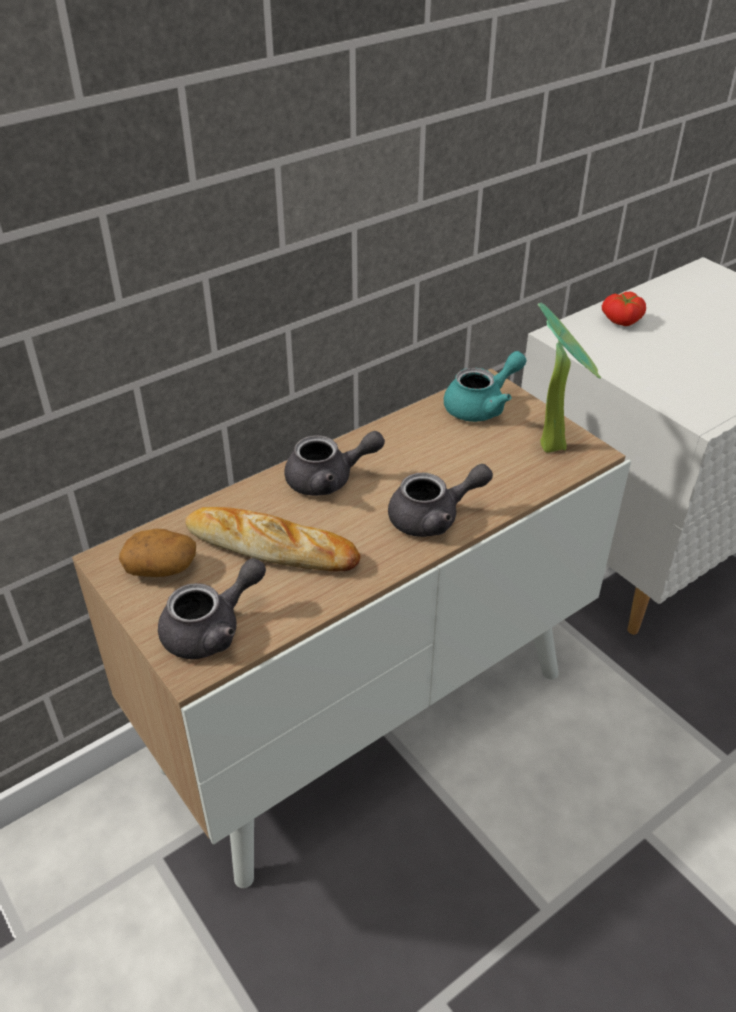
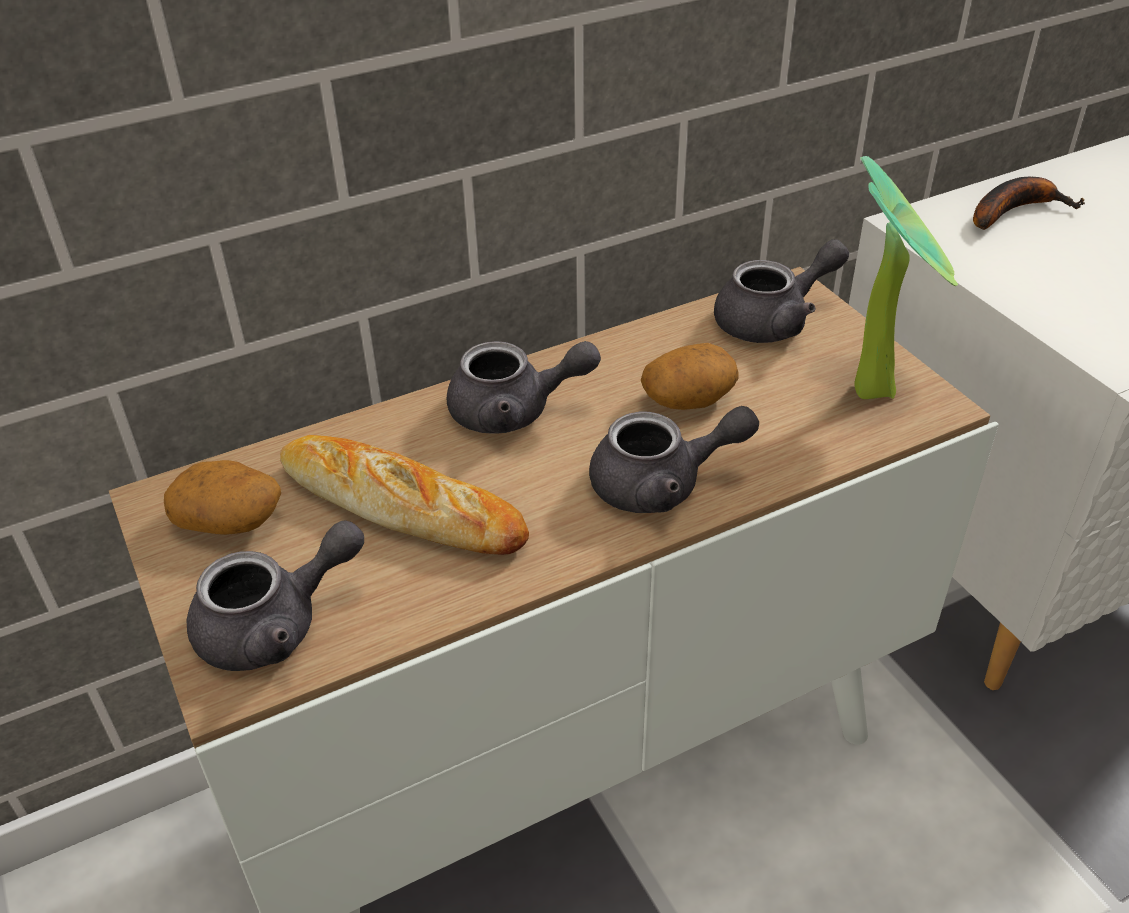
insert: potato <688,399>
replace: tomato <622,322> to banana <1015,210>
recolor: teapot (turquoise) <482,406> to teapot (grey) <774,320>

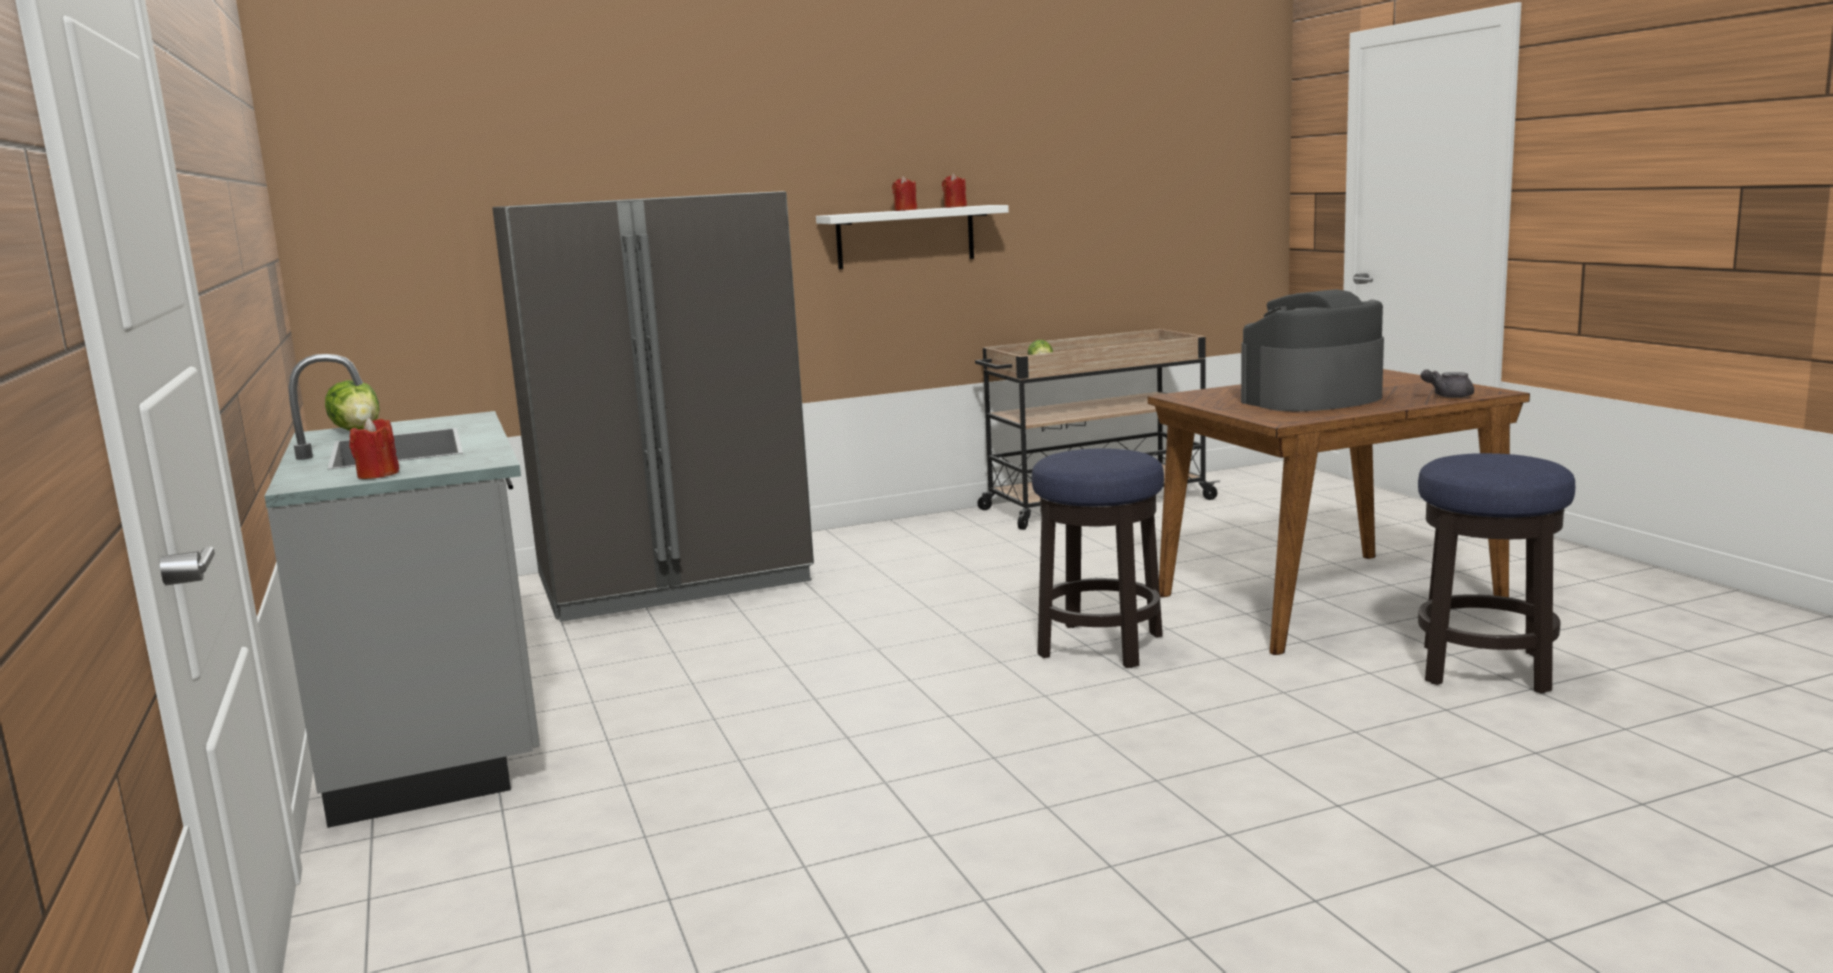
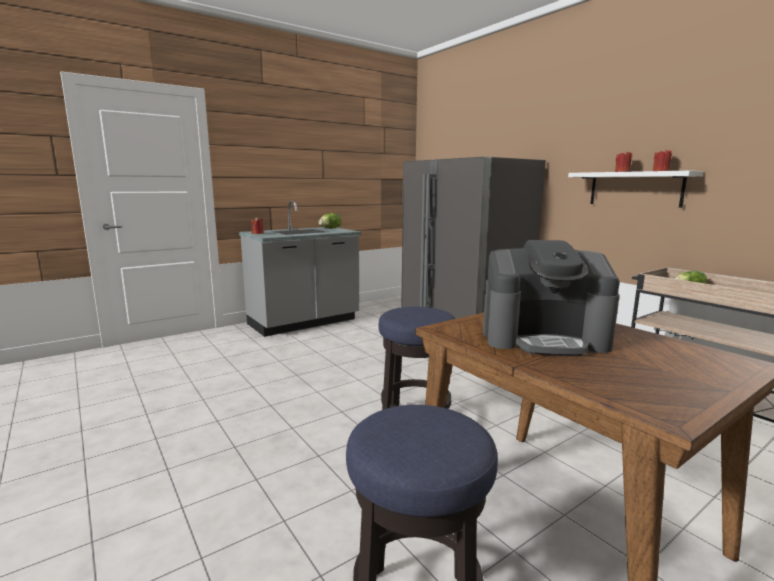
delete: teapot (grey) <1447,396>
rotate: coffee machine <1311,399> = <543,338> 135 degrees clockwise

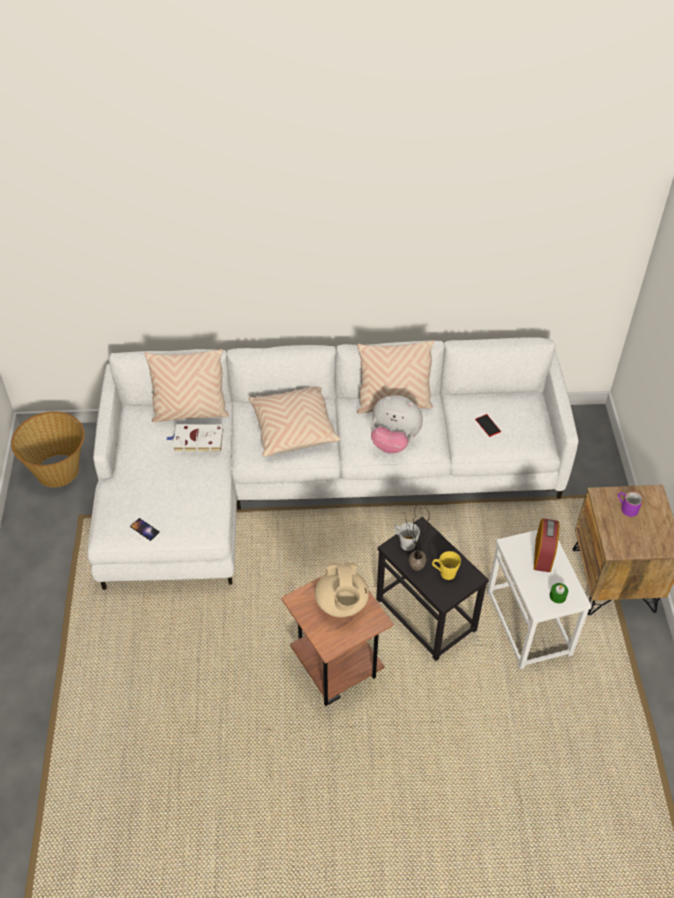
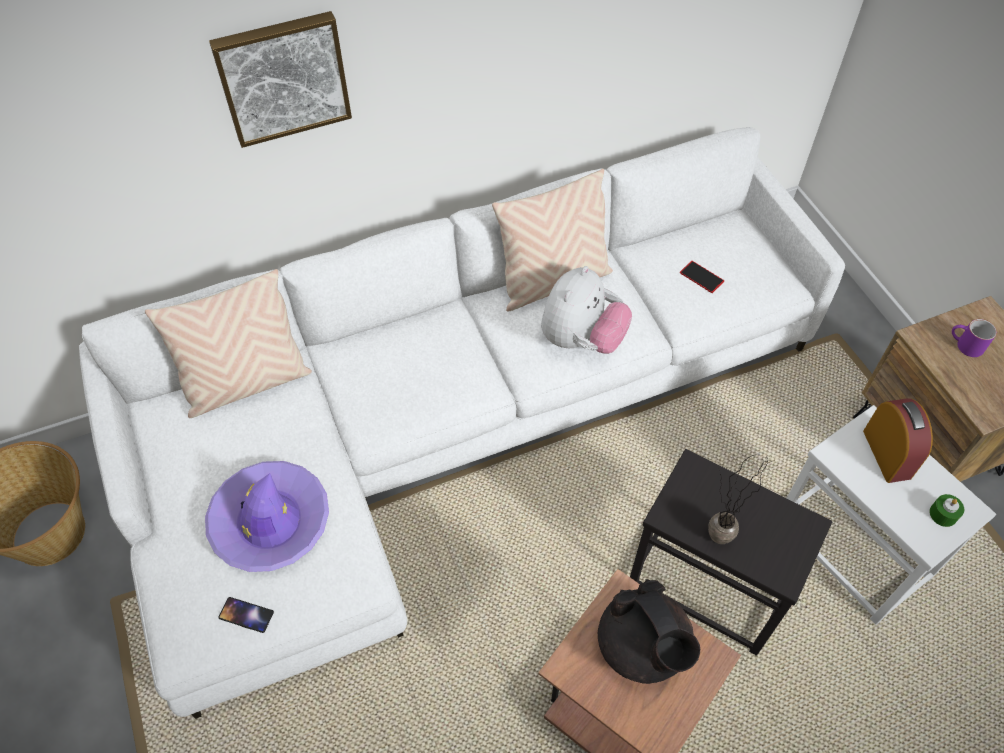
delete: book (white) <197,440>; pillow (beige) <293,429>; mug (grey) <405,543>; mug (yellow) <444,573>
insert: hat (purple) <270,522>; picture <282,77>
recolor: teapot (beige) <342,603> to teapot (black) <643,647>
rotate: plush toy <394,441> = <581,339> 60 degrees counterclockwise

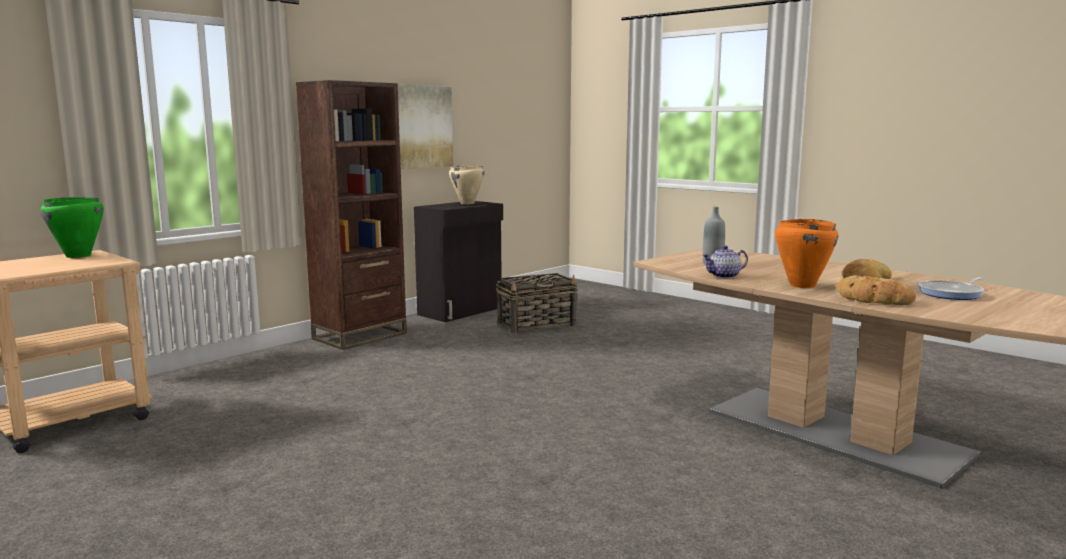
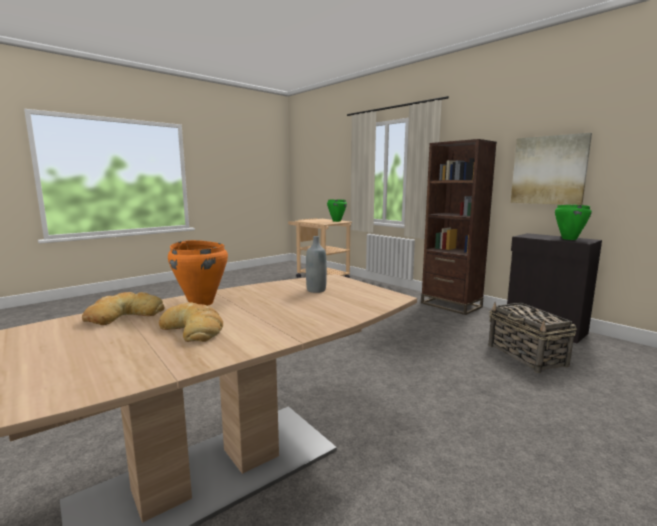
delete: teapot <724,276>; frying pan <952,293>
recolor: cooking pot (beige) <467,203> to cooking pot (green) <569,239>

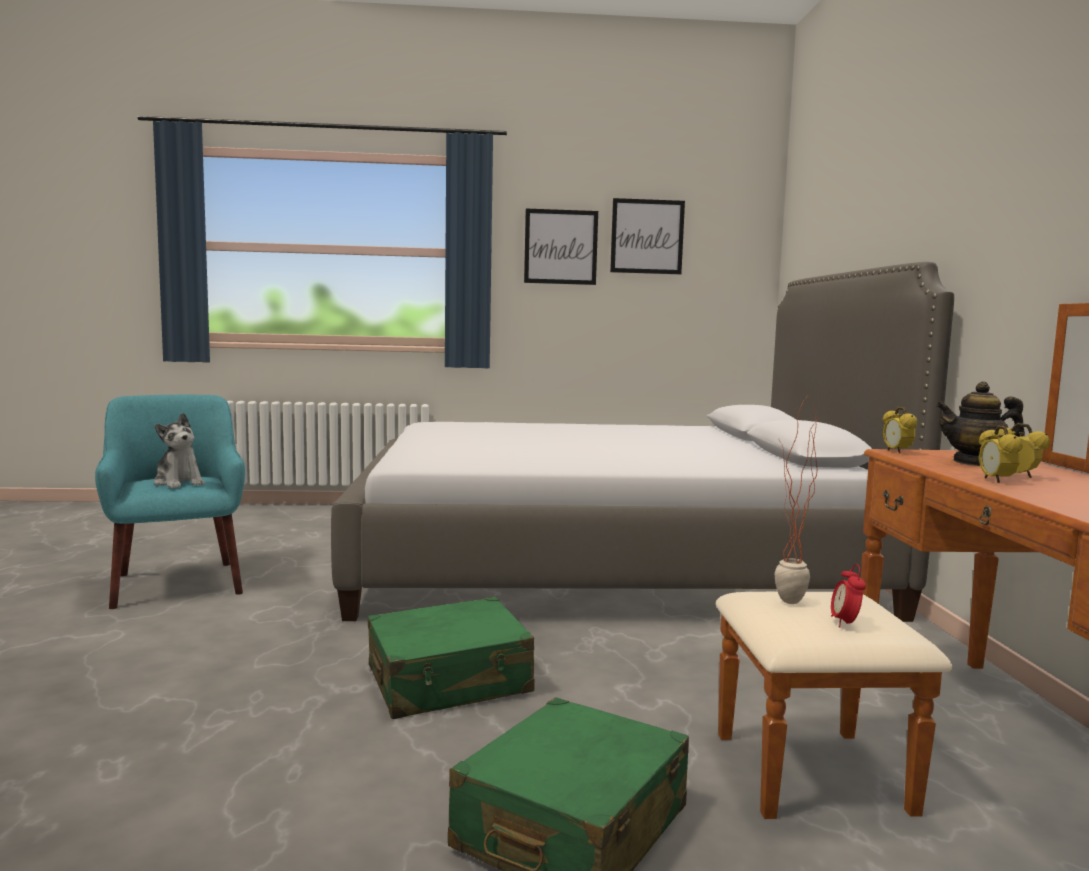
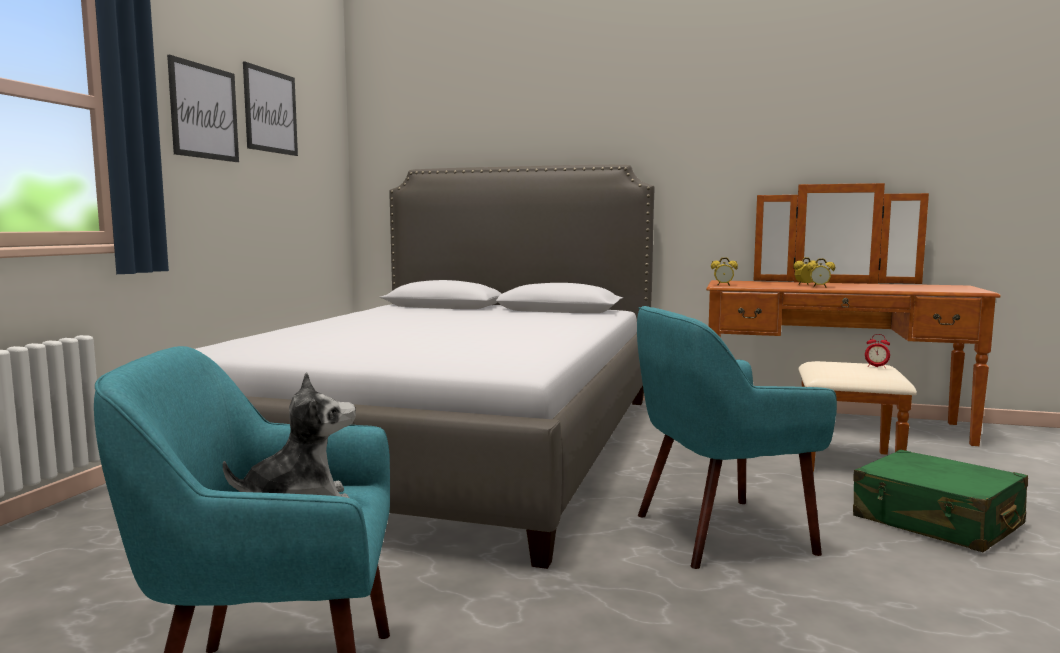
delete: potted plant <787,605>; teapot <975,463>
replace: suitcase (green) <449,681> to armchair (turquoise) <720,532>

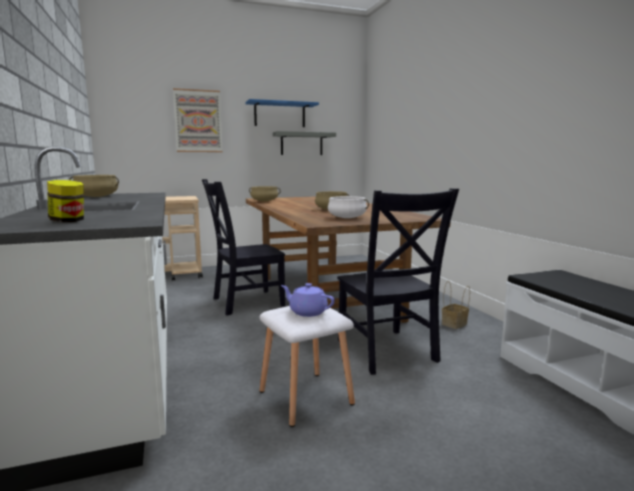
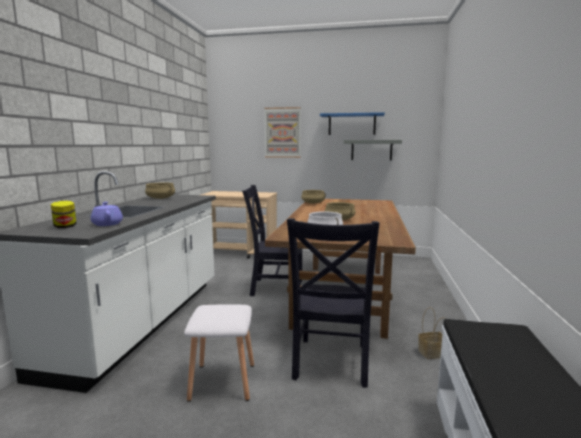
move: teapot (purple) <307,312> to <107,224>

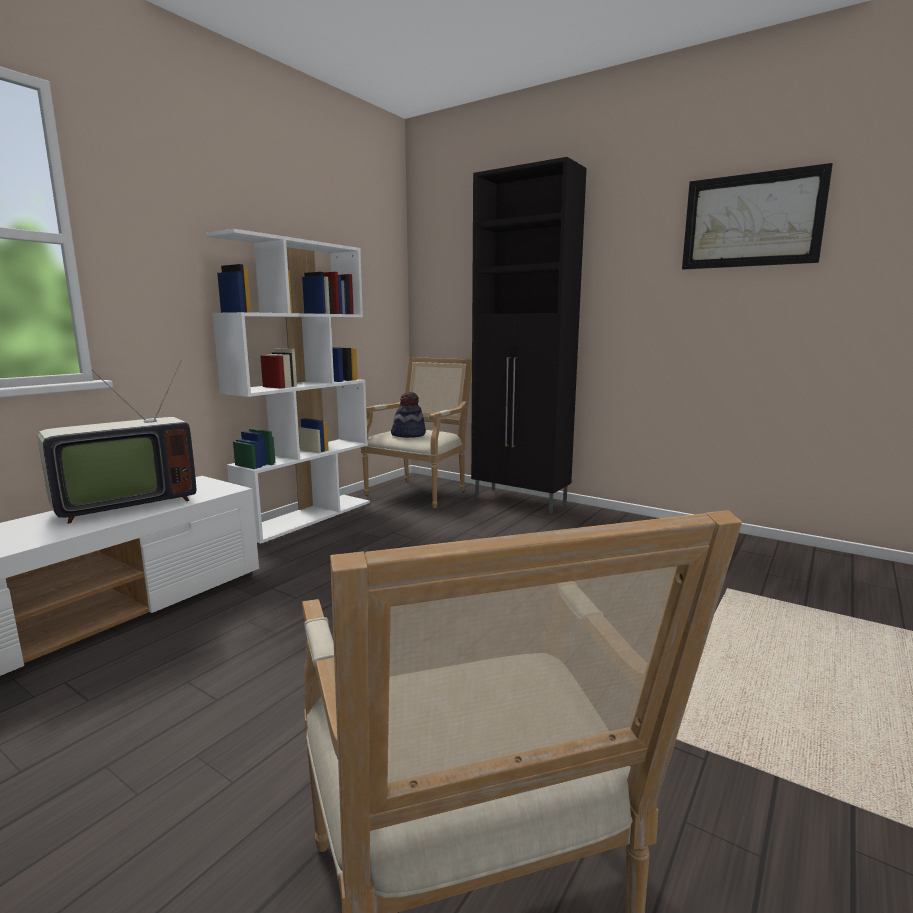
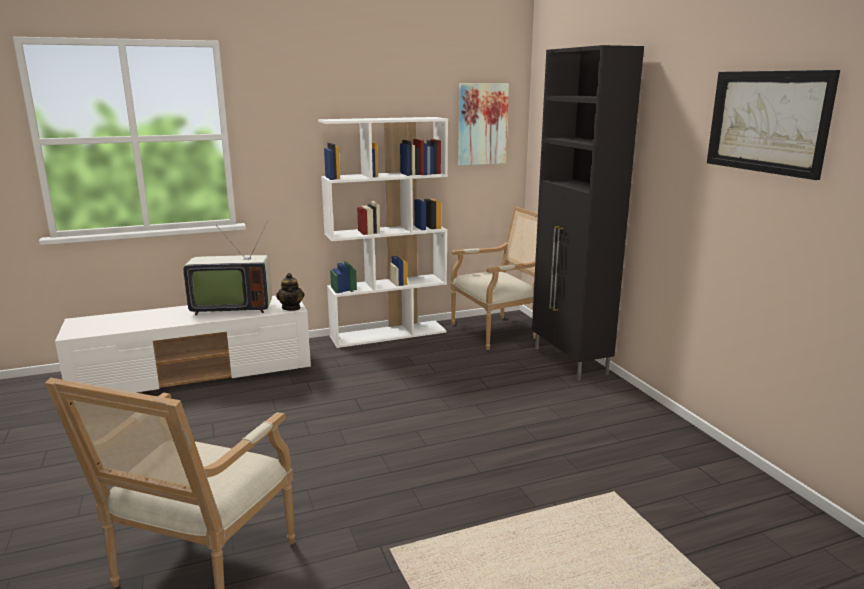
delete: hat <408,434>
insert: teapot <291,308>; picture <482,124>

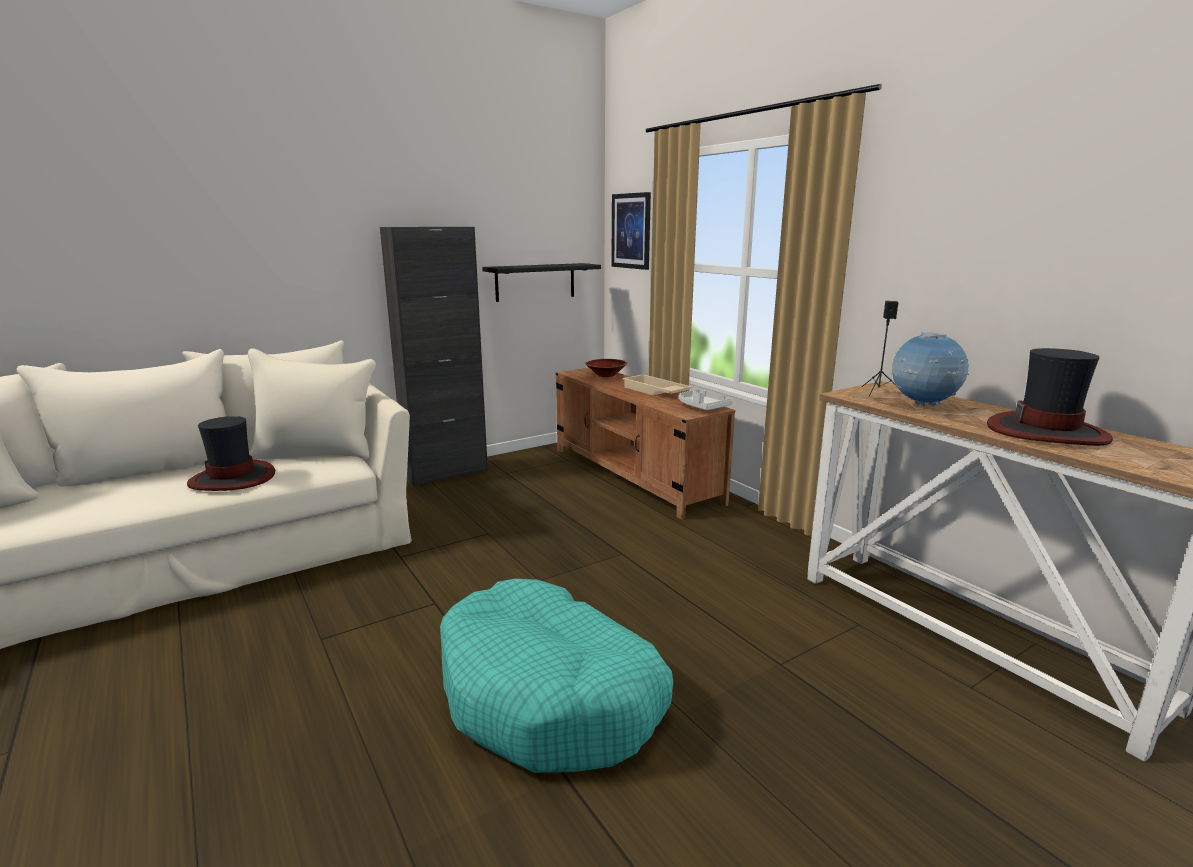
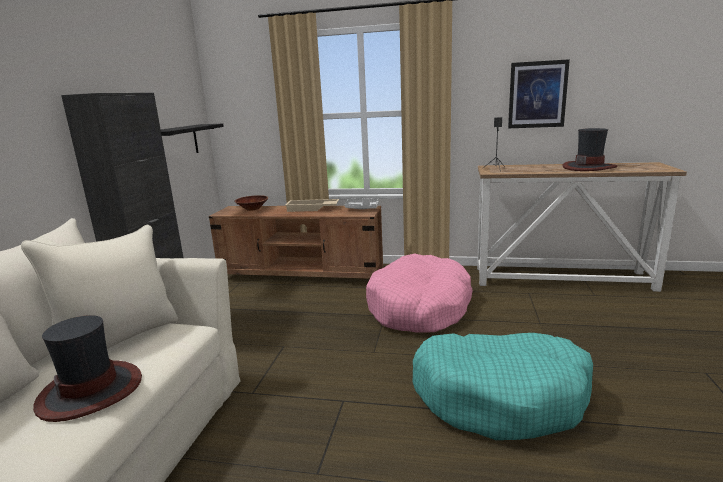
delete: globe <923,405>
insert: dog bed (pink) <419,307>
move: picture <631,231> to <537,95>

